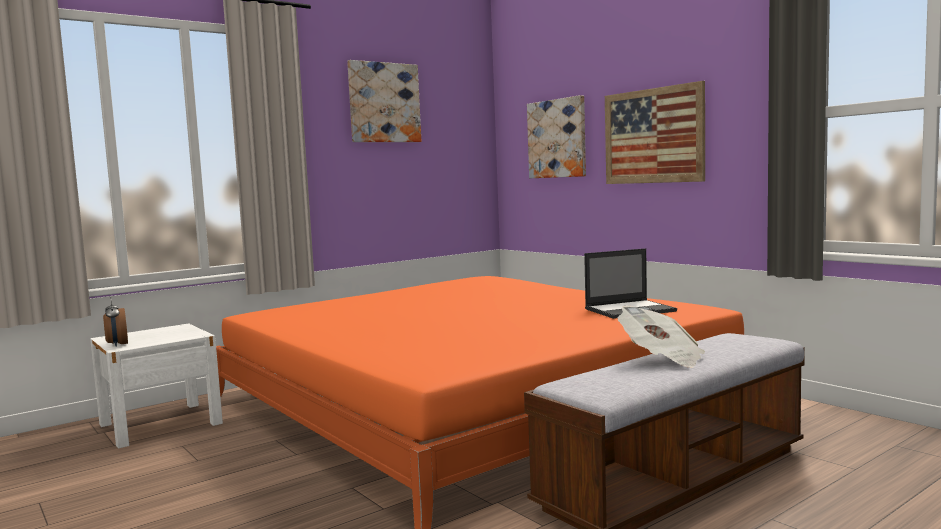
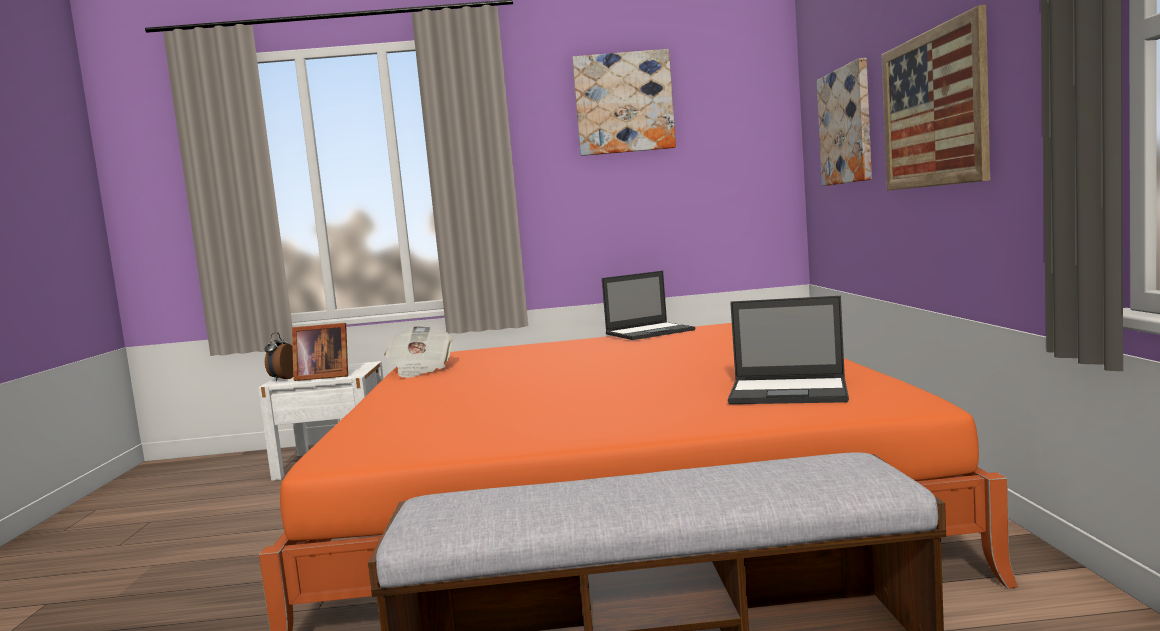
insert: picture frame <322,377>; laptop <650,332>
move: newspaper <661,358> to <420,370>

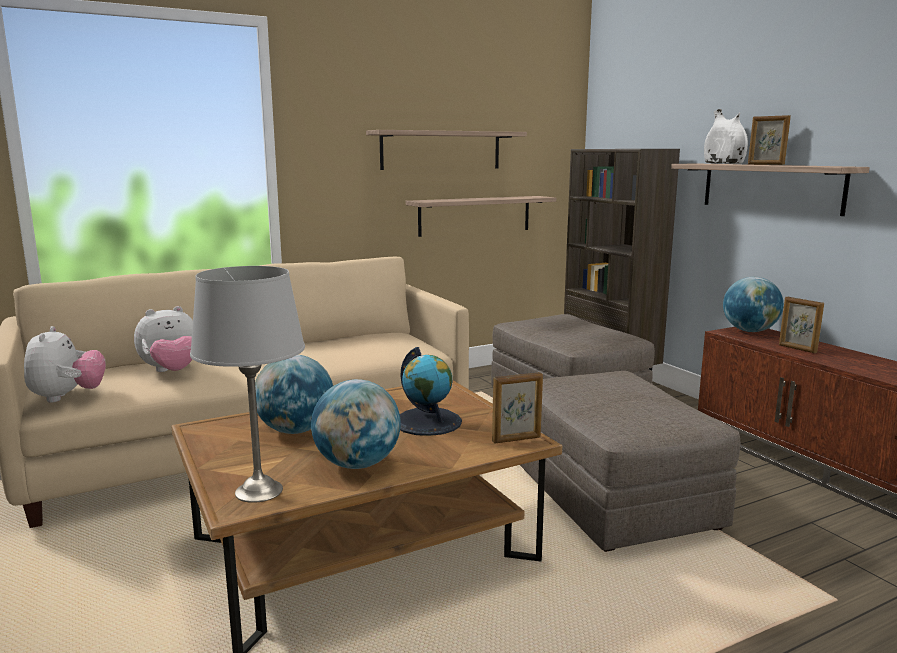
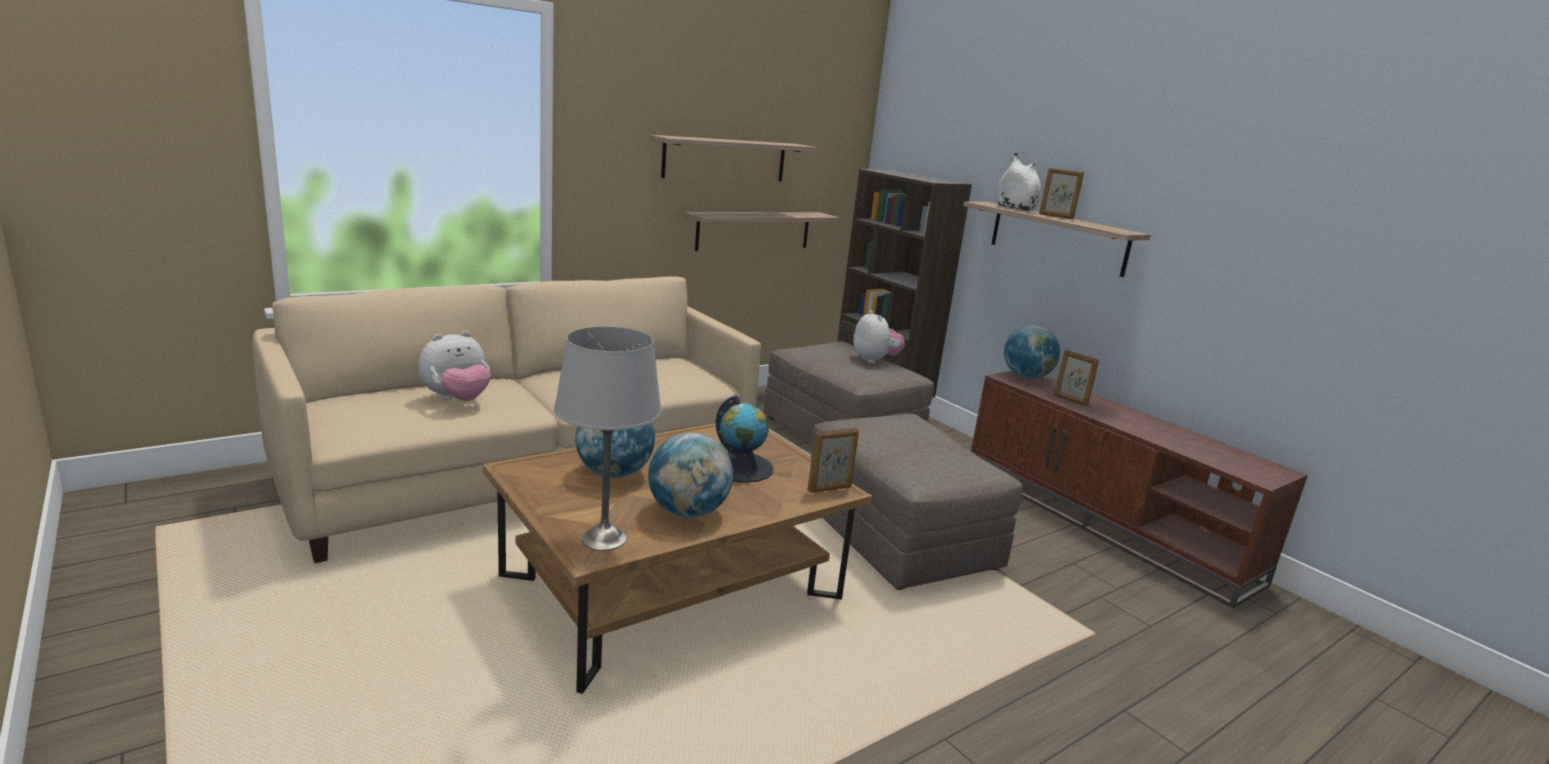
move: plush toy <67,397> to <875,360>

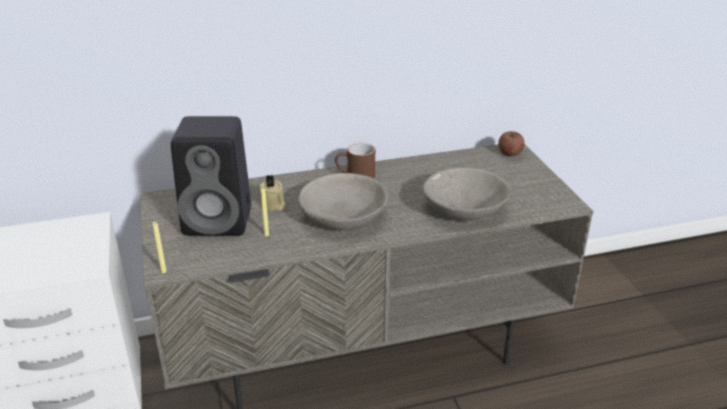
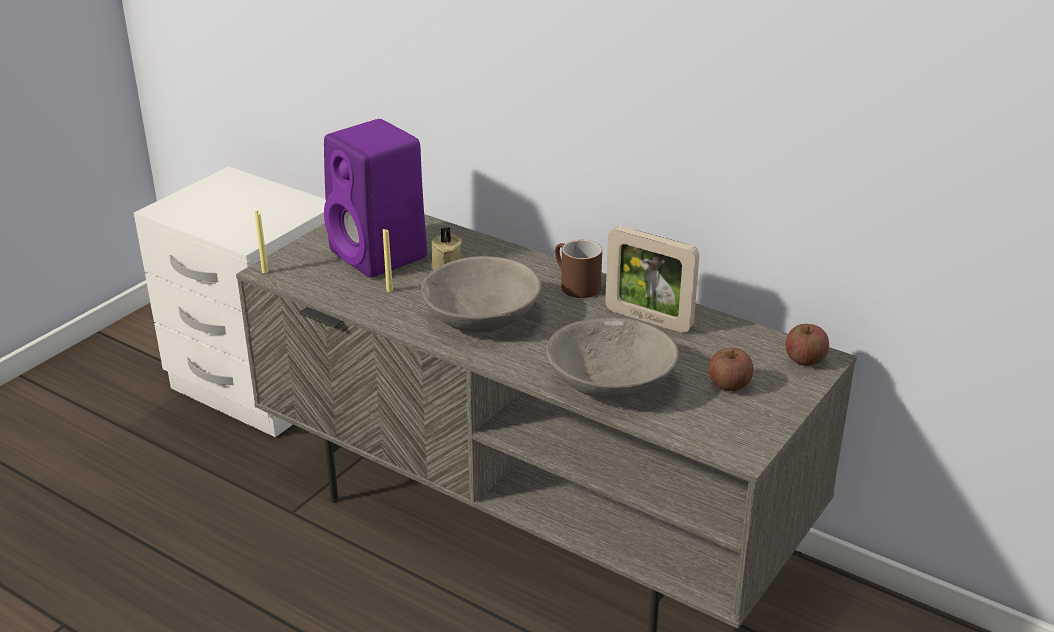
insert: picture frame <648,319>; apple <729,385>
recolor: speaker (black) <220,220> to speaker (purple) <381,255>

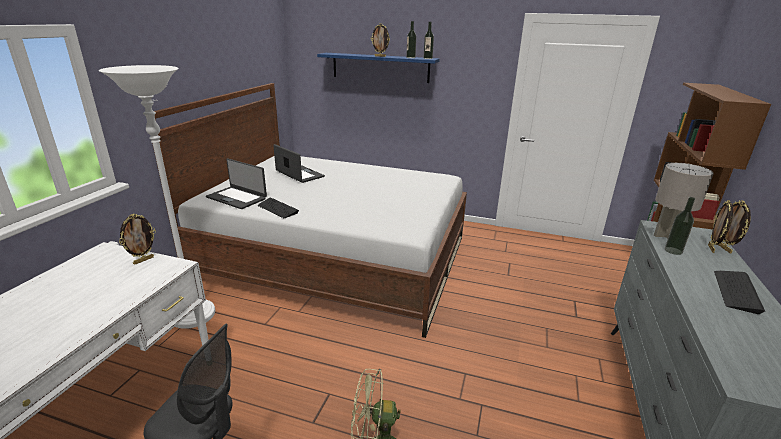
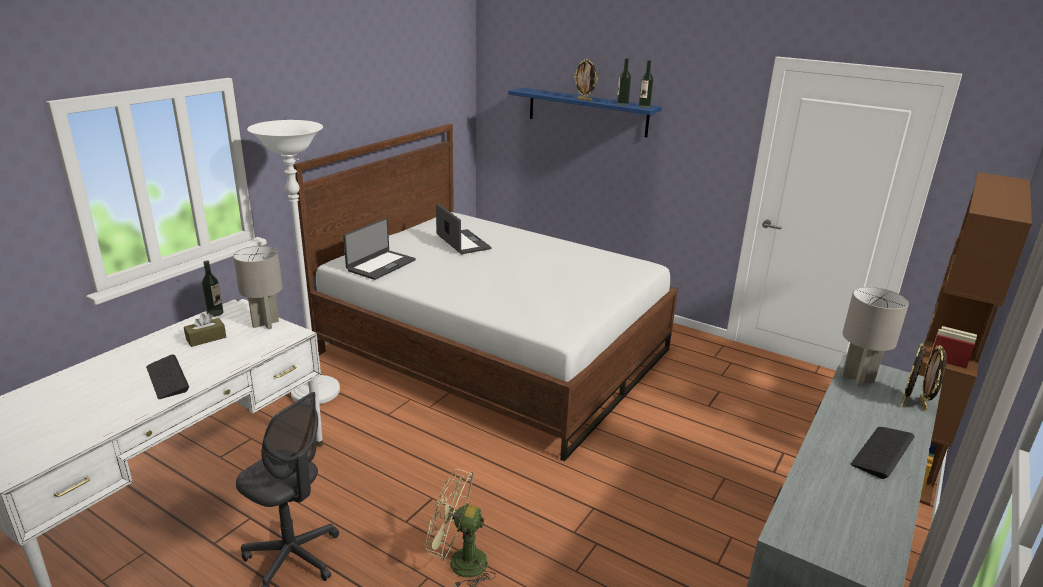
insert: tissue box (brown) <206,338>
move: keyboard <277,209> to <167,378>; bottle <673,250> to <215,313>
replace: picture frame <143,260> to table lamp (grey) <266,323>
rotate: laptop <237,198> = <380,265> 105 degrees counterclockwise

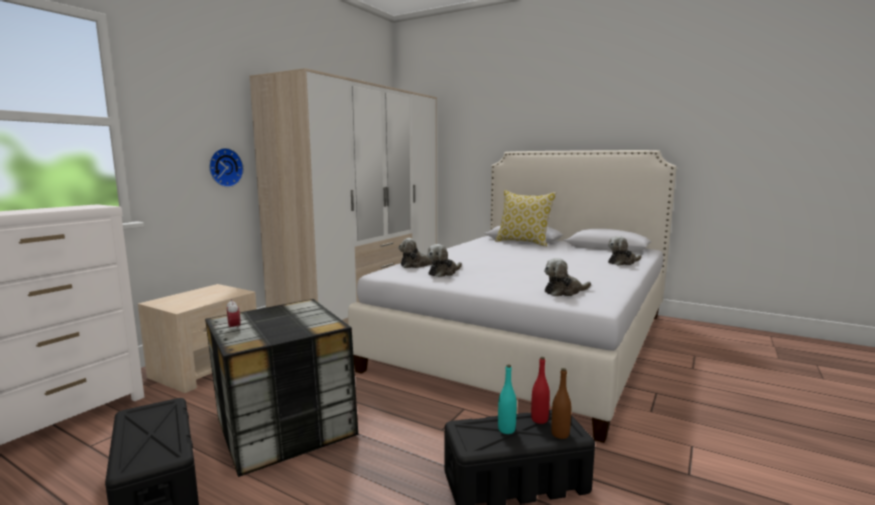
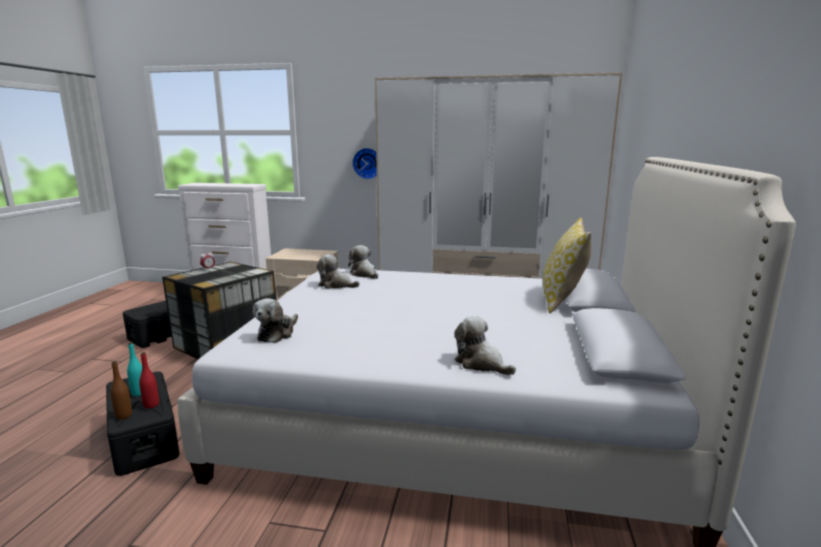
rotate: plush toy <564,292> = <277,333> 120 degrees counterclockwise

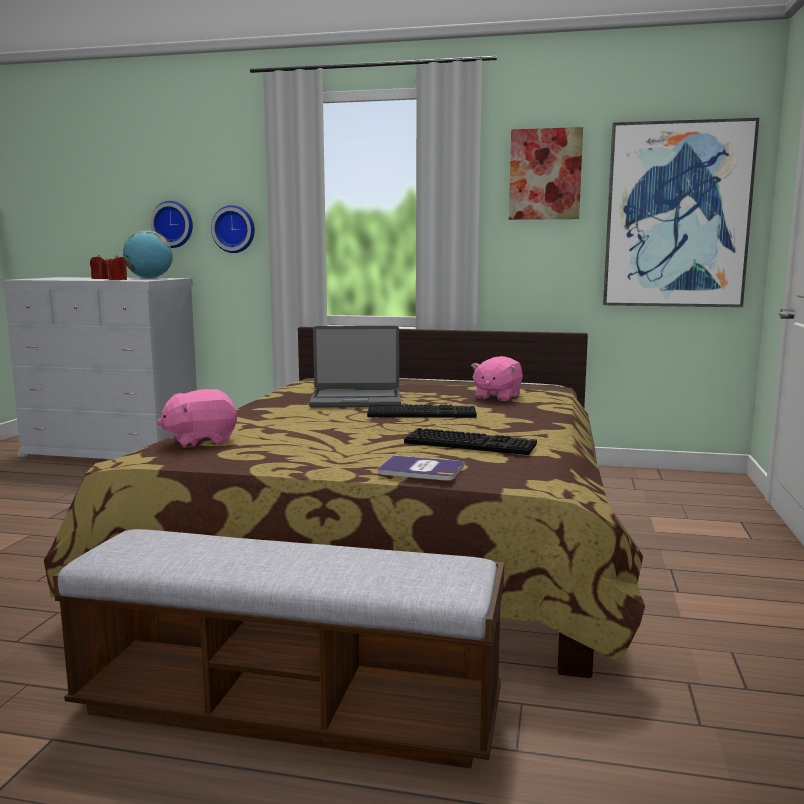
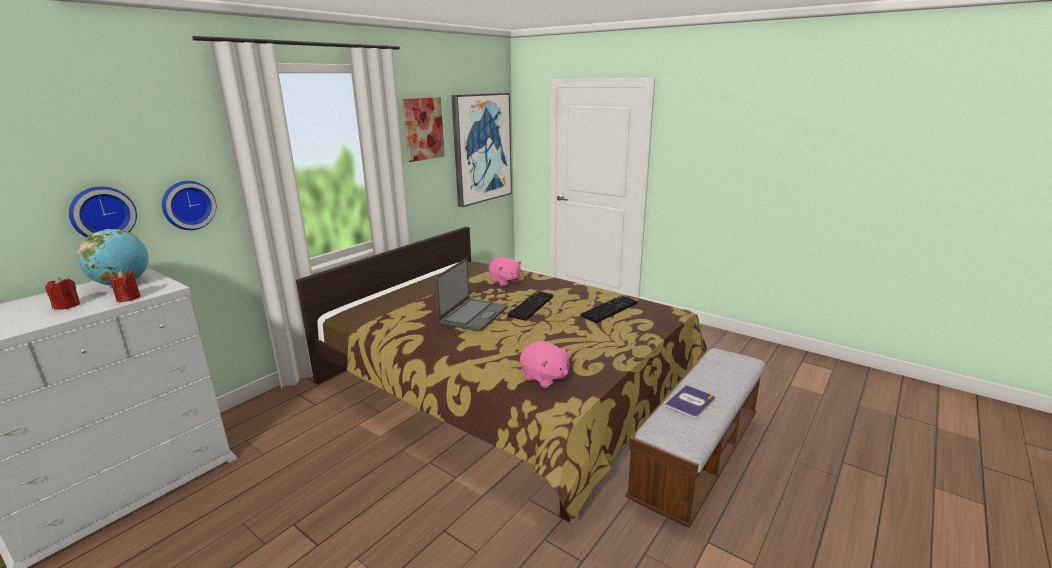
move: book <421,470> to <690,402>
rotate: plush toy (pink) <200,441> = <544,377> 45 degrees counterclockwise

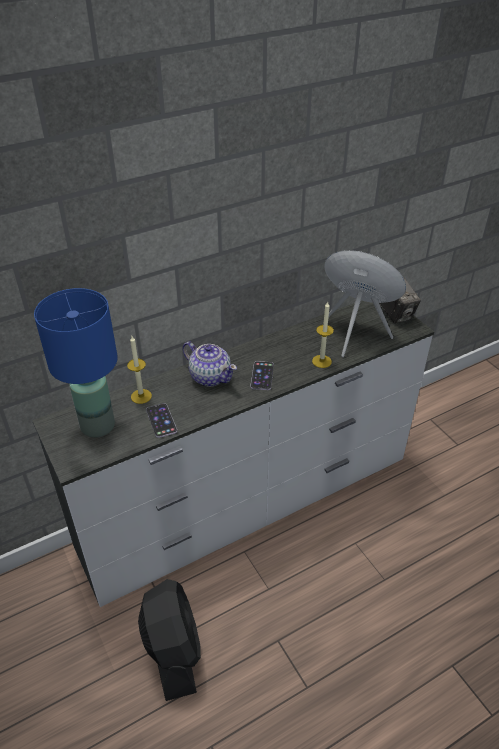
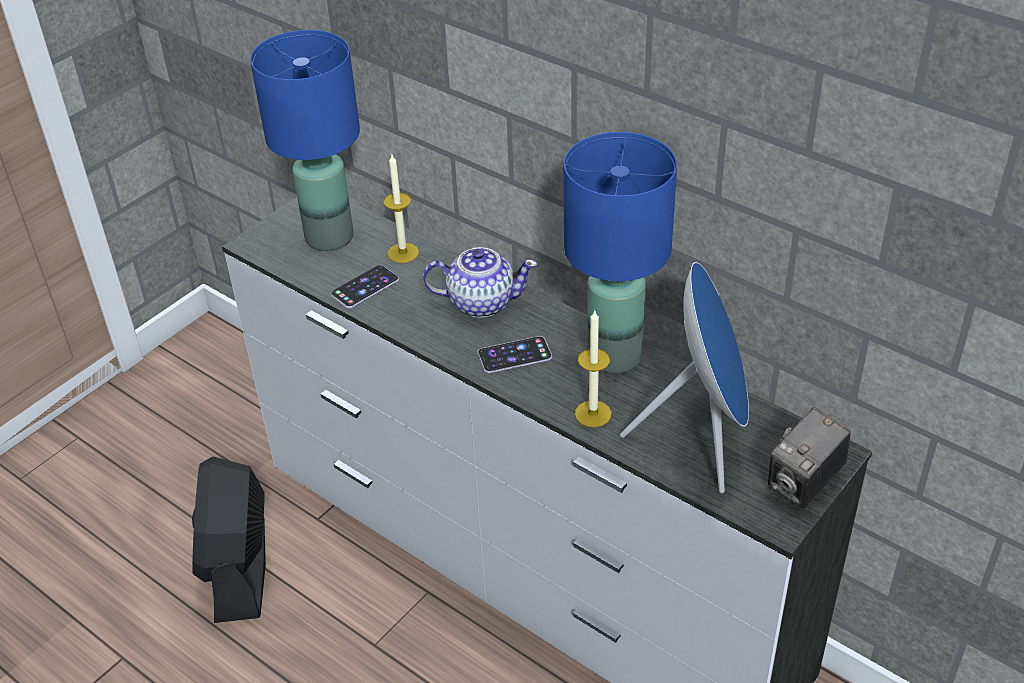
insert: table lamp (blue) <613,356>
rotate: fan (black) <173,650> = <240,568> 120 degrees clockwise; teapot <210,376> = <480,302> 105 degrees counterclockwise

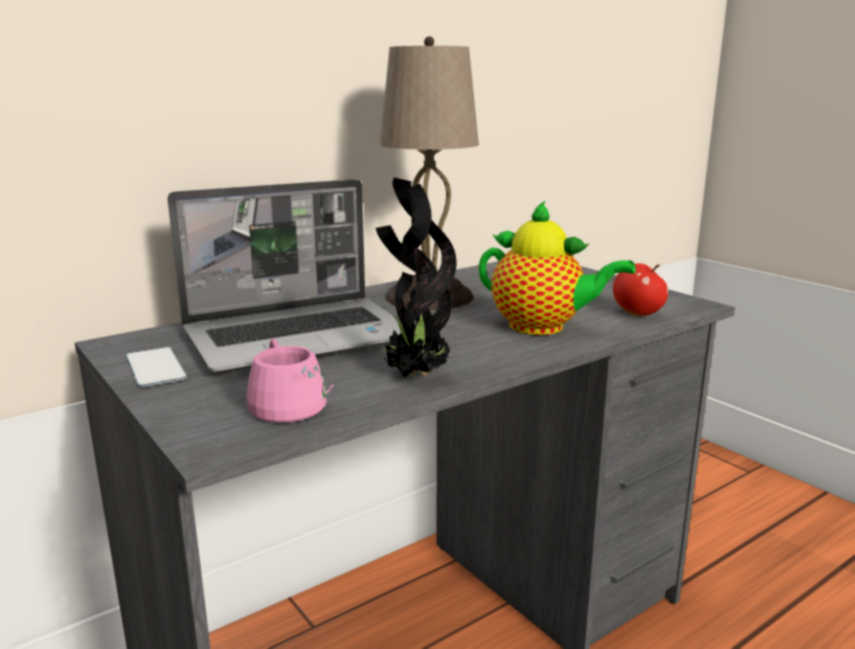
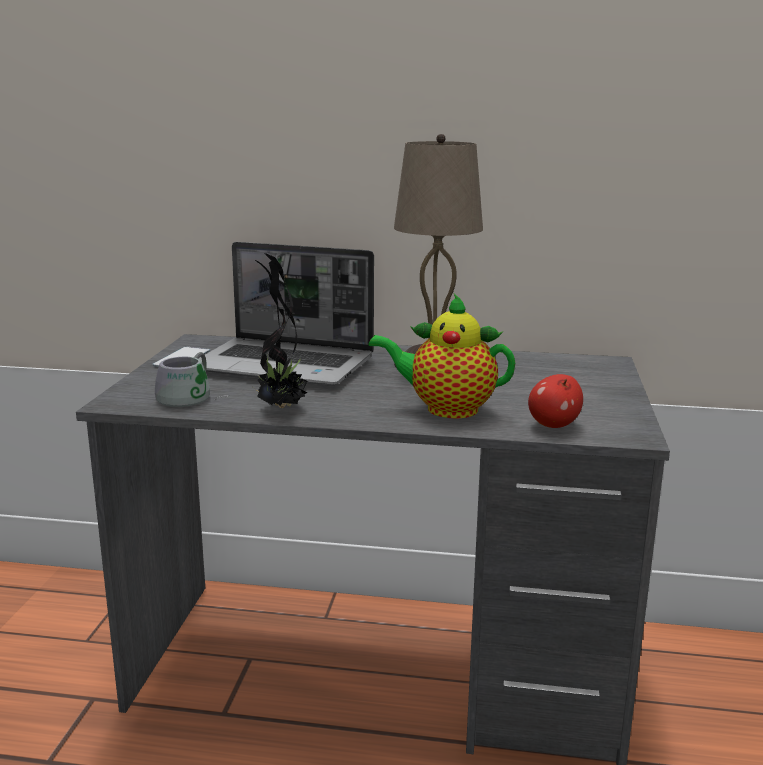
recolor: mug (pink) <294,401> to mug (grey) <192,397>
rotate: teapot <542,327> = <446,409> 120 degrees clockwise

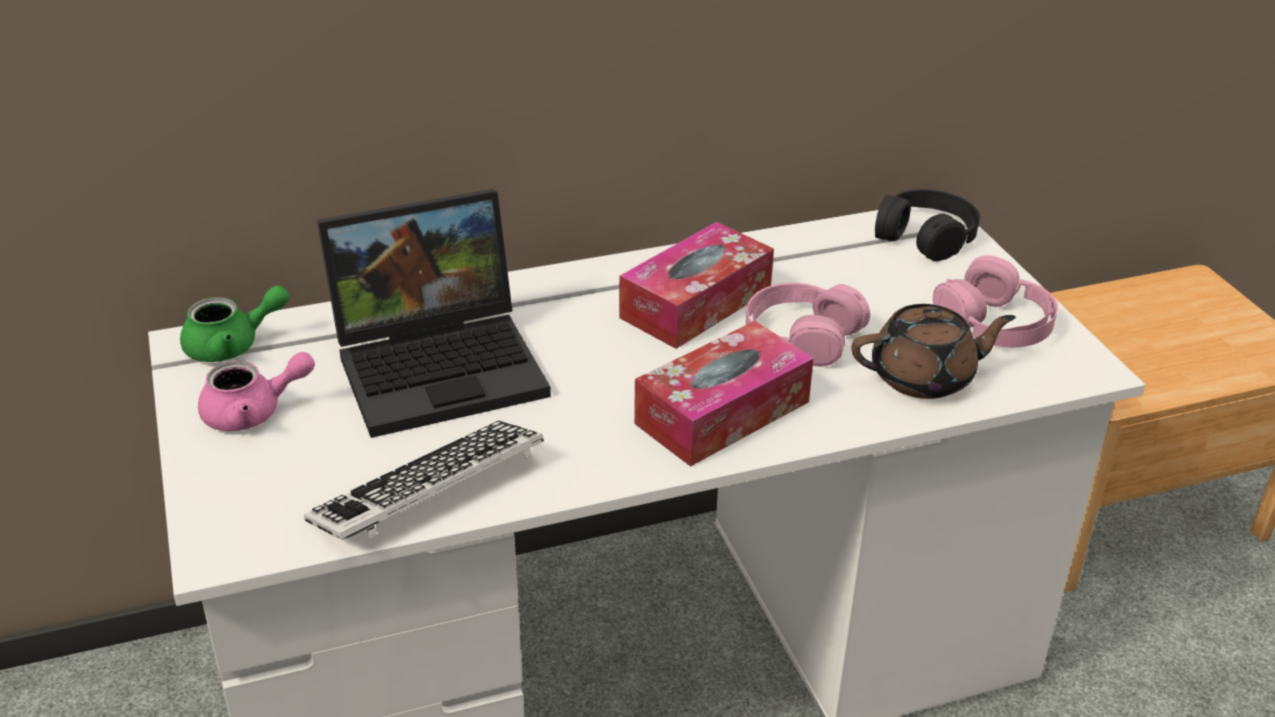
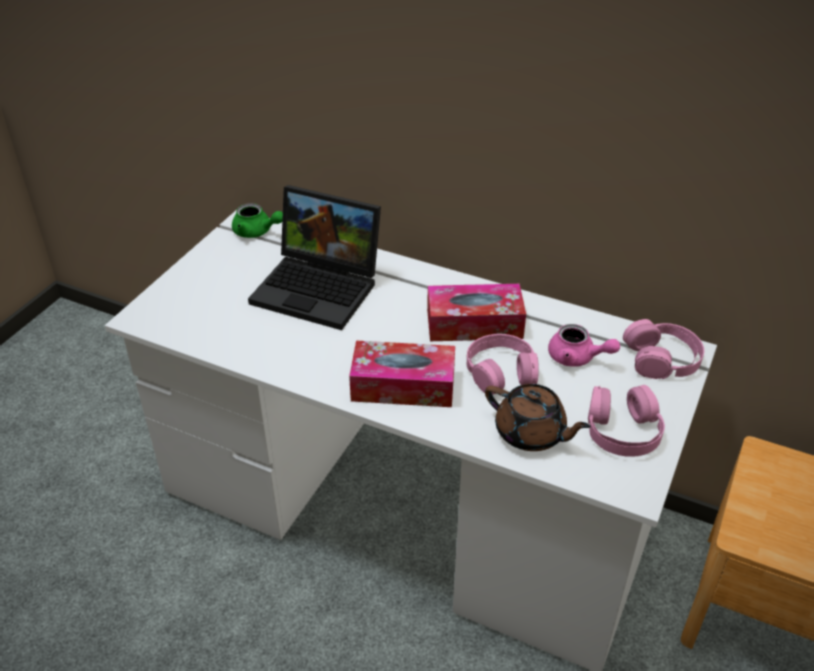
delete: keyboard <428,492>
move: teapot (pink) <253,412> to <577,358>
recolor: headphones (black) <925,236> to headphones (pink) <662,358>

